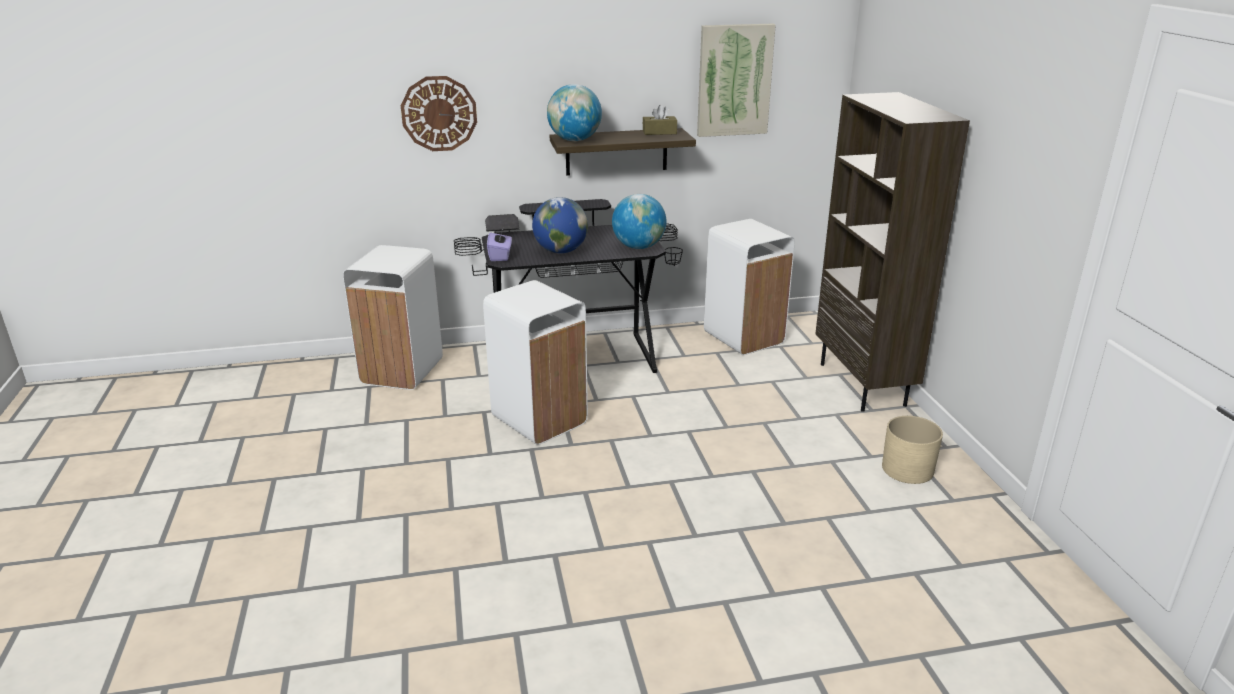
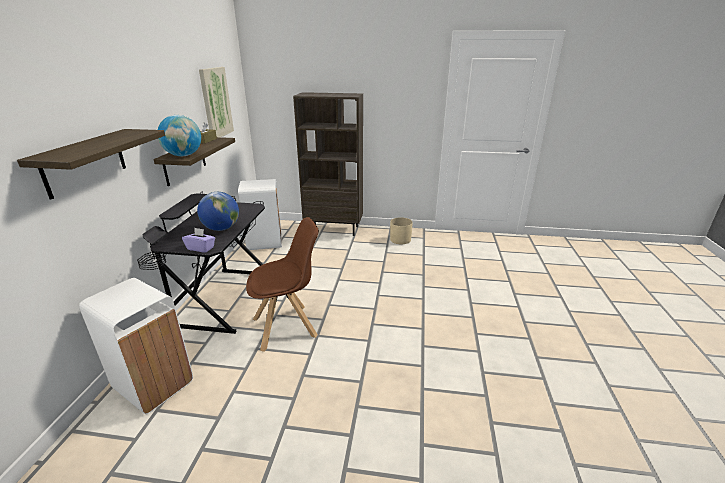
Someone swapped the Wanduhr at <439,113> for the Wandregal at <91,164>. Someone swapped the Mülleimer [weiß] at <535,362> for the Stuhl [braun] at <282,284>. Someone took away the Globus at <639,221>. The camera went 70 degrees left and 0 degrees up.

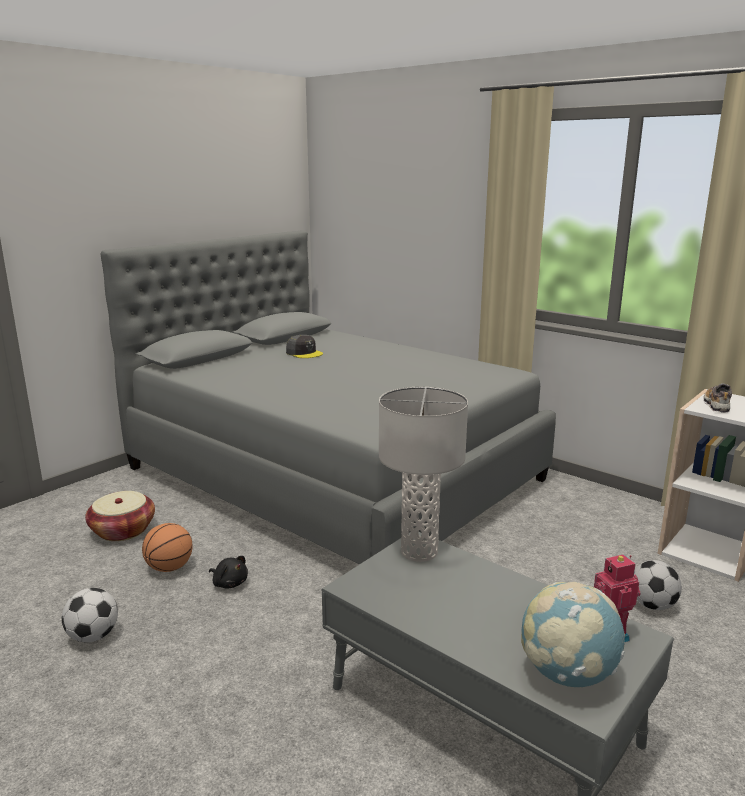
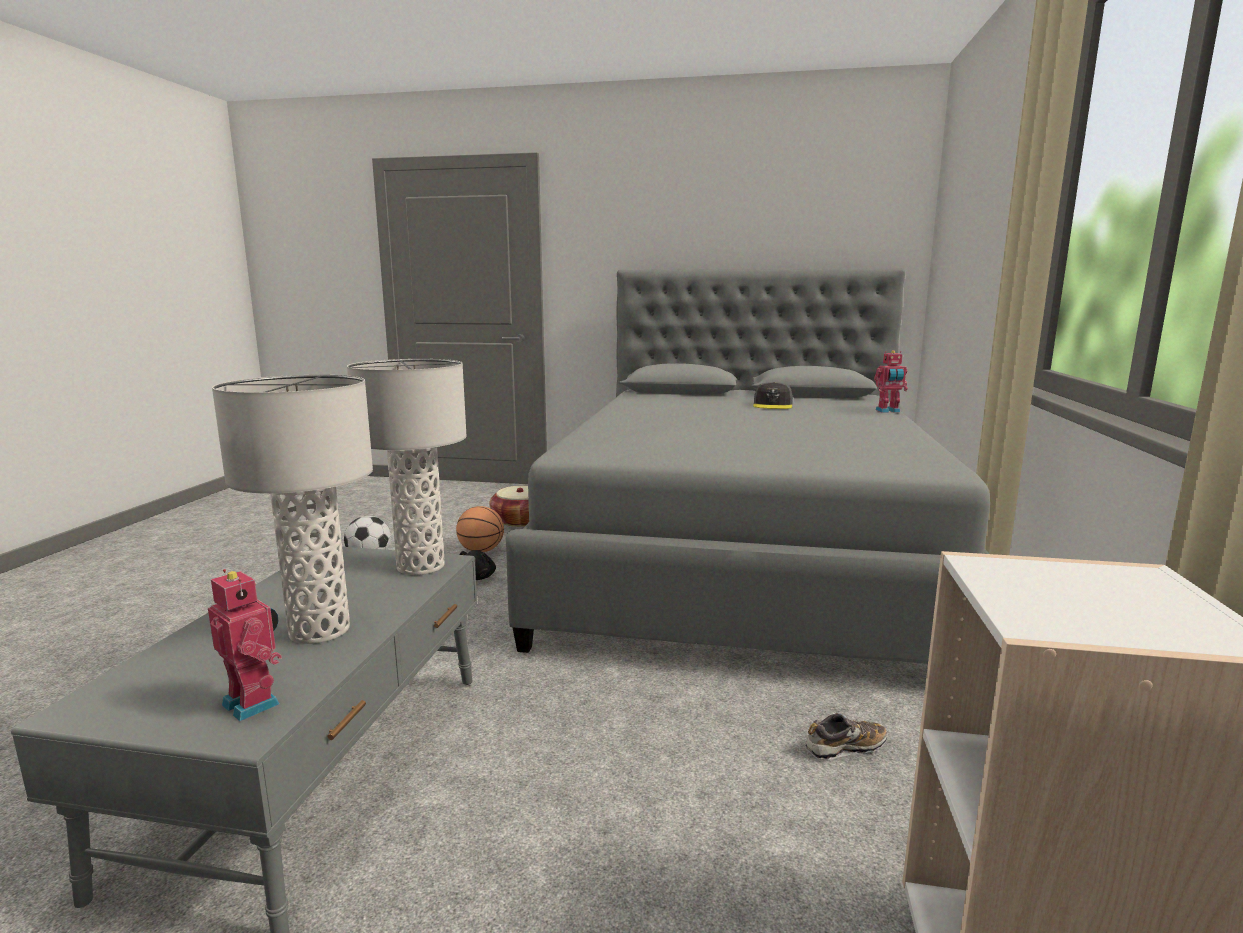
Someone put down the Tischlampe [weiß] at <292,509>. Someone carried the Schuh from <717,398> to <846,736>. Someone put down the Spielzeugroboter at <891,381>. Someone took away the Globus at <573,634>. Someone took away the Fußball at <658,585>. The camera went 60 degrees right and 5 degrees down.

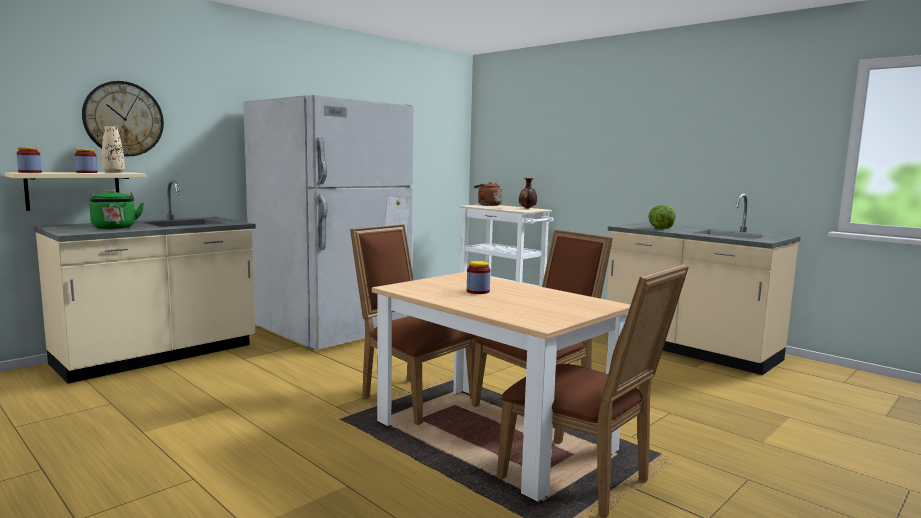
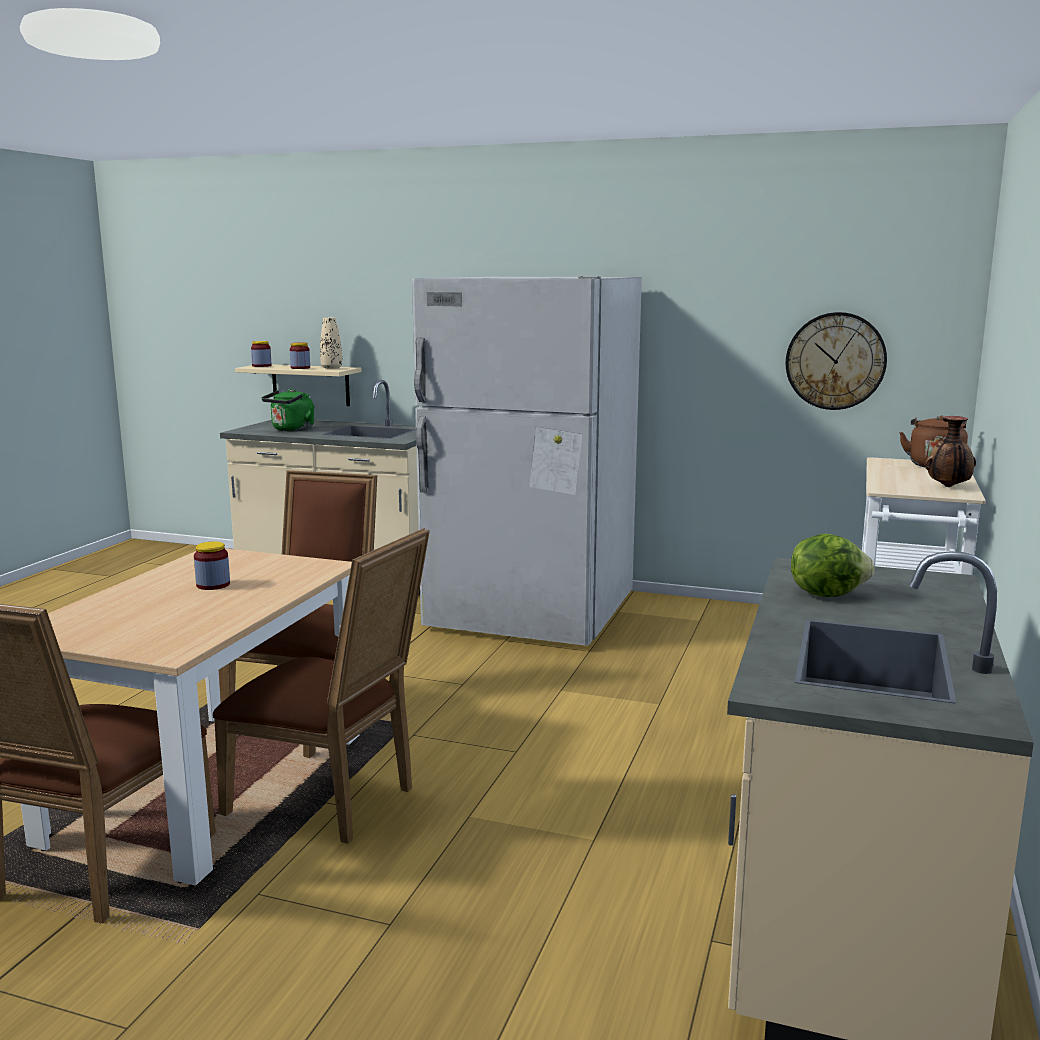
Someone carried the Wanduhr from <123,118> to <836,361>. The camera went 65 degrees right and 5 degrees up.

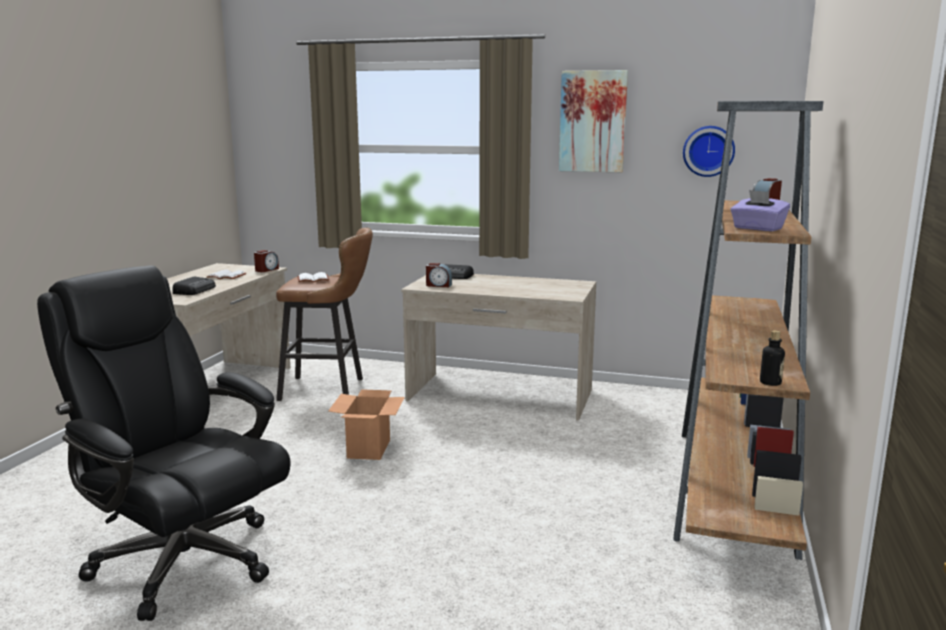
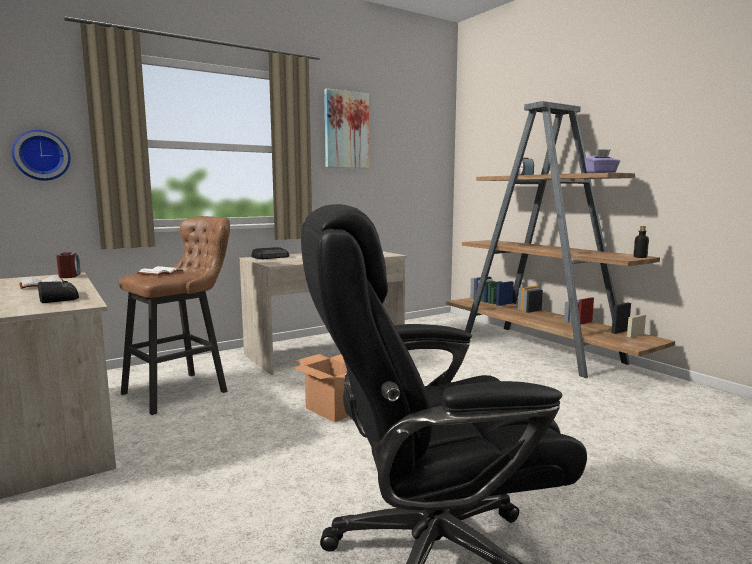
Someone carried the Wanduhr from <709,151> to <41,155>. Someone took away the Wecker at <439,275>. The camera went 50 degrees left and 5 degrees down.

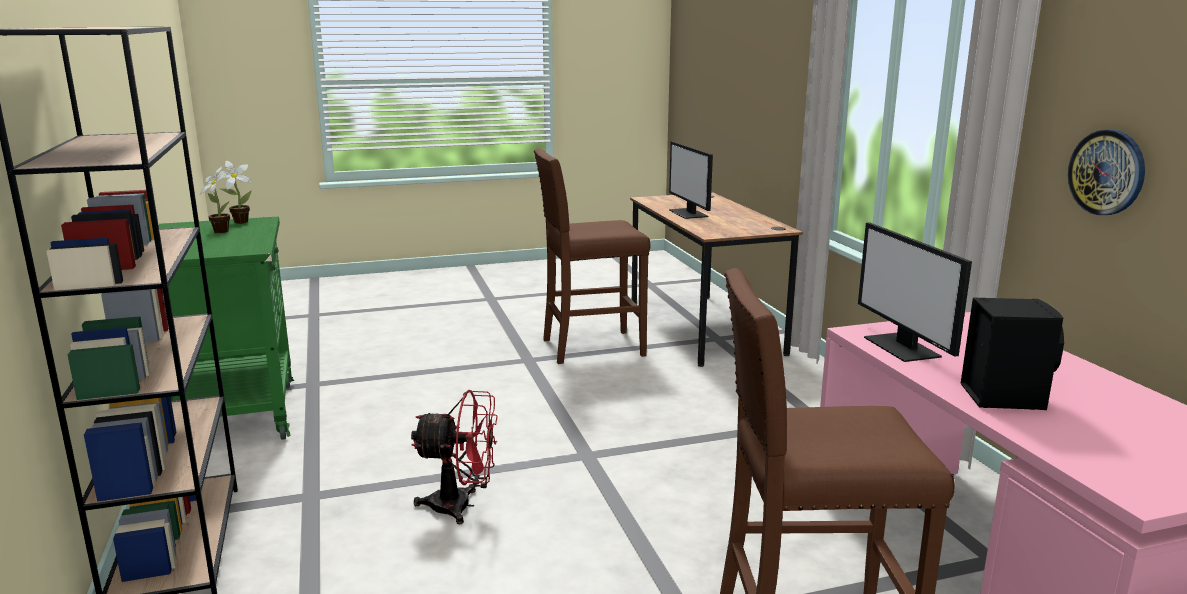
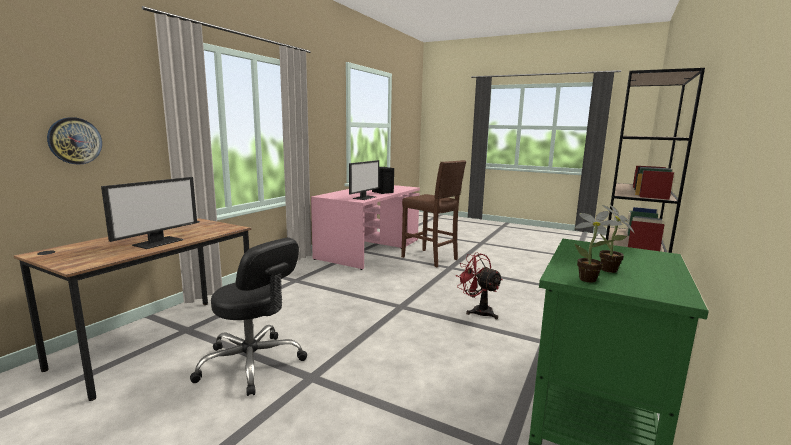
Someone carried the Wanduhr from <1106,172> to <74,141>. Someone swapped the Hocker [braun] at <592,256> for the Bürostuhl [schwarz] at <248,317>. The camera went 135 degrees left and 5 degrees down.

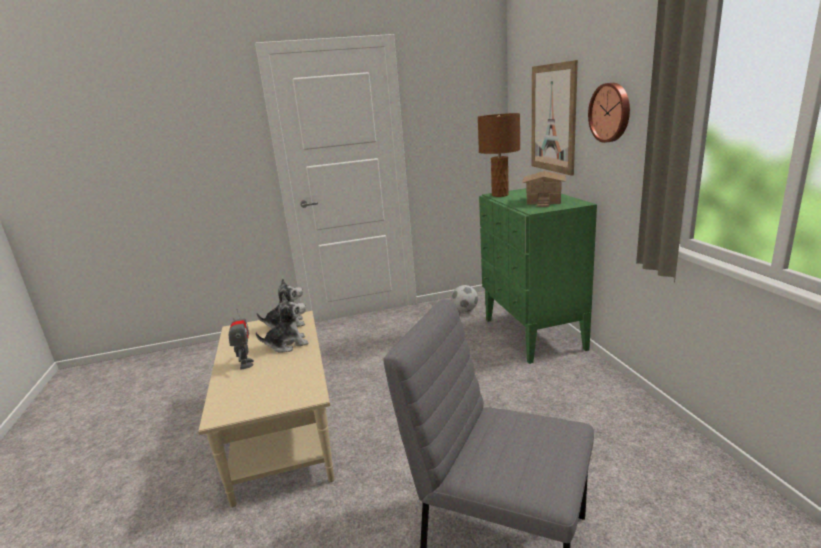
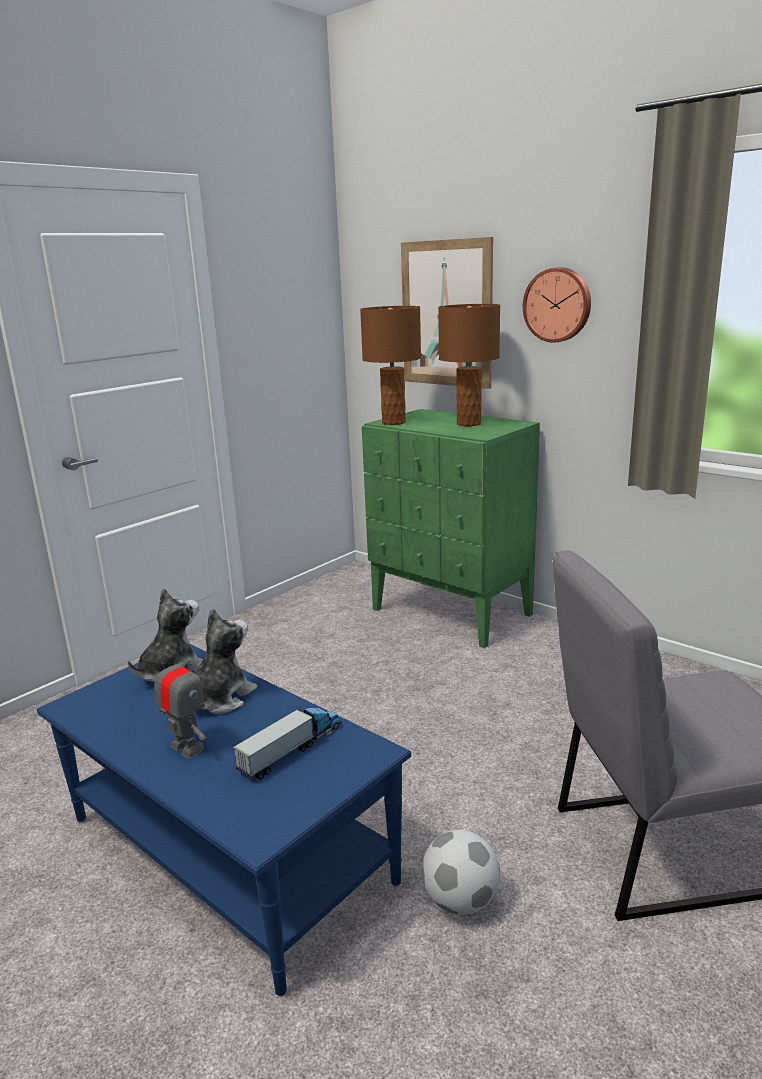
Someone repainted the Couchtisch [beige] at <266,409>, which became the Couchtisch [blau] at <224,820>. Someone put down the Spielzeuglaster at <287,743>. Someone carried the Fußball from <464,298> to <461,872>. Someone swapped the Spielzeughaus at <544,189> for the Tischlampe [braun] at <469,365>. The camera went 35 degrees left and 0 degrees up.

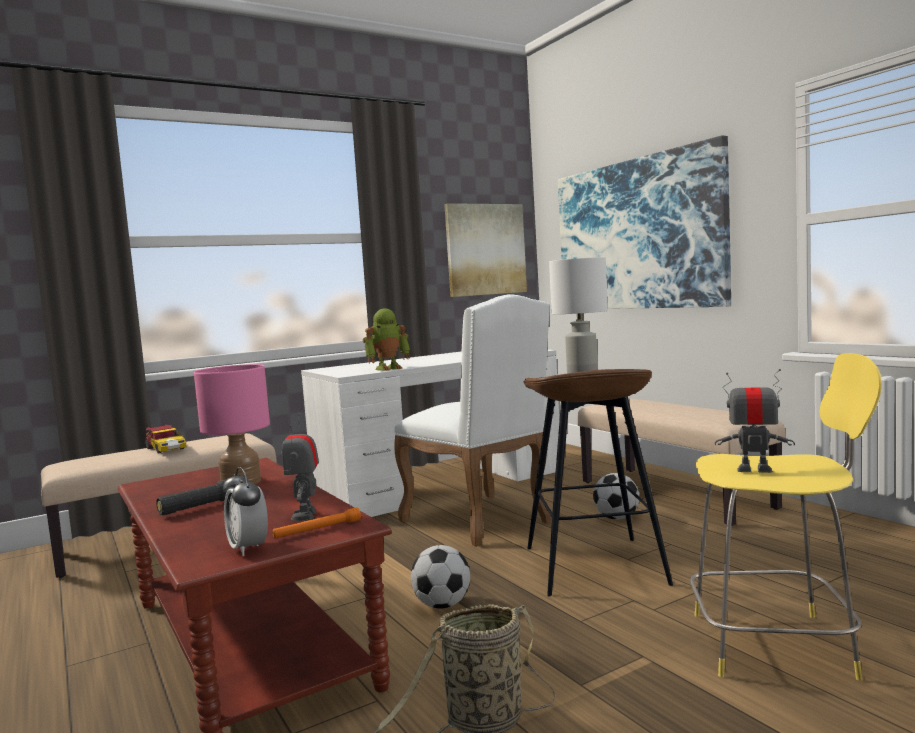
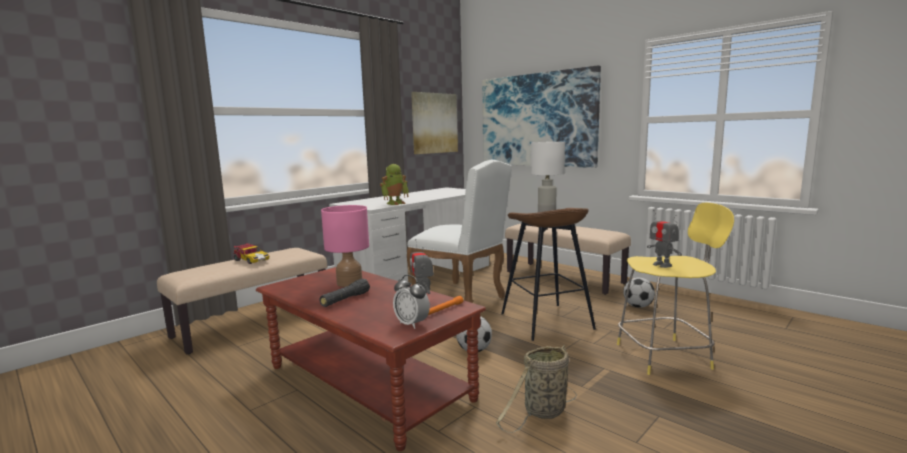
Someone carried the Fußball from <616,496> to <639,292>. Someone rotated the Spielzeugroboter at <755,421> by 120 degrees counterclockwise. The camera went 15 degrees left and 5 degrees up.

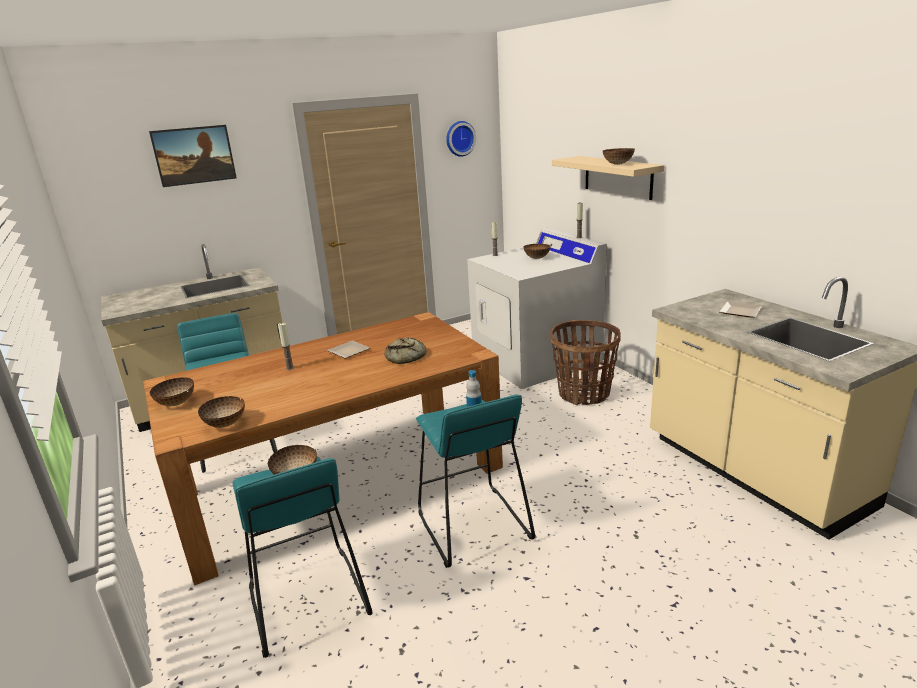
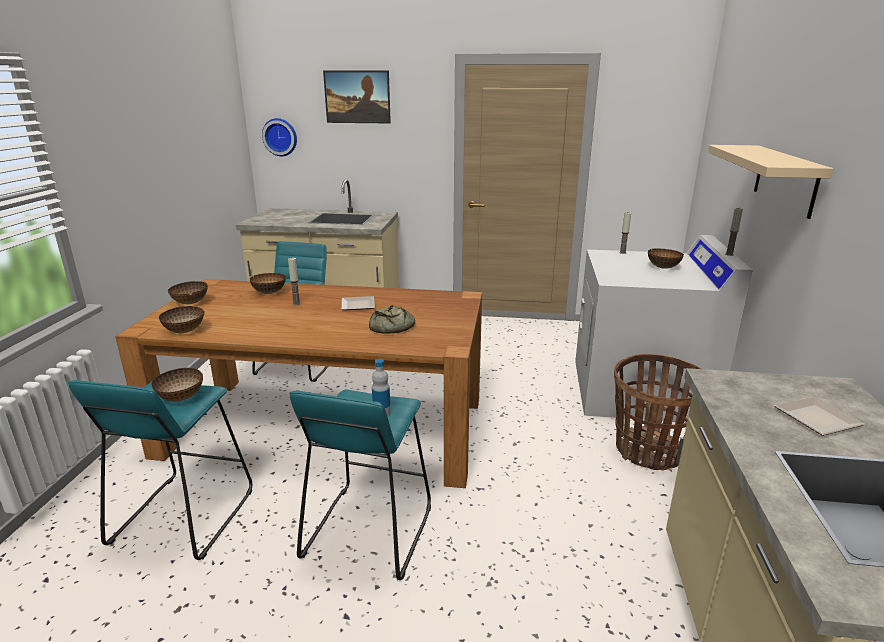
Someone carried the Schüssel from <619,156> to <268,283>. Someone carried the Wanduhr from <461,139> to <279,137>. The camera went 35 degrees right and 0 degrees up.

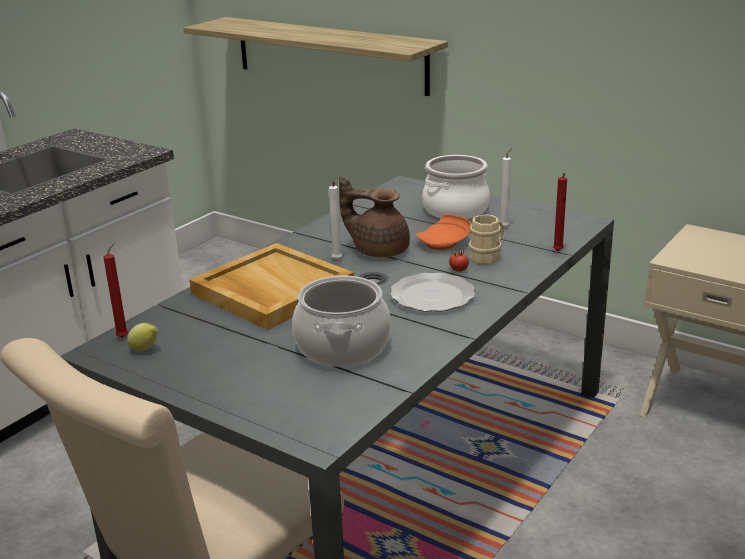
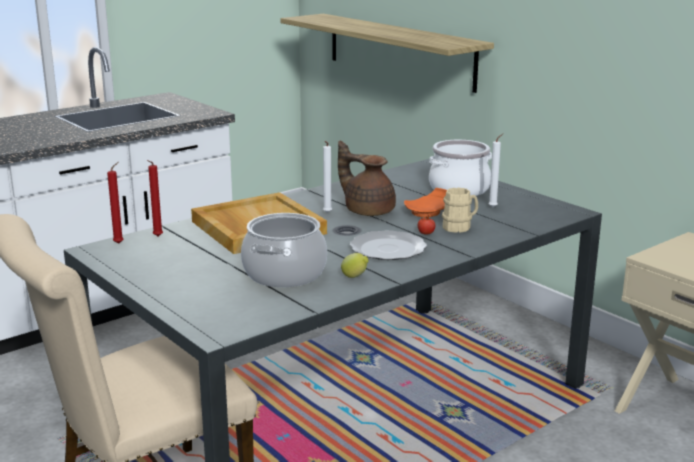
Someone carried the Kerze [rot] from <560,212> to <155,198>. Someone carried the Zitrone from <142,337> to <355,265>. The camera went 15 degrees right and 5 degrees down.

